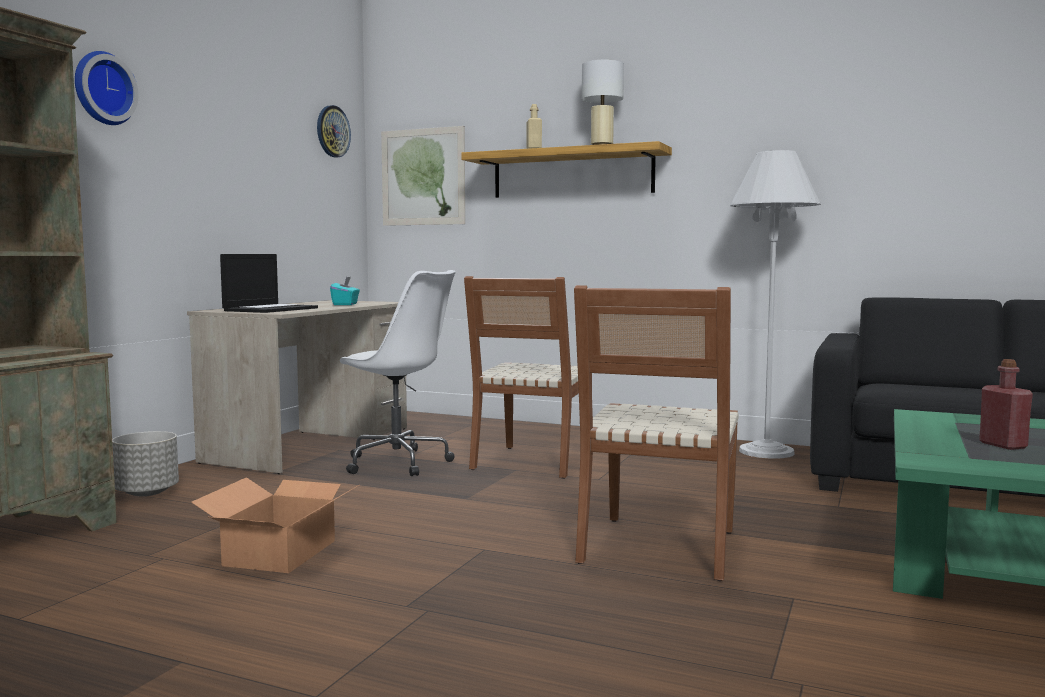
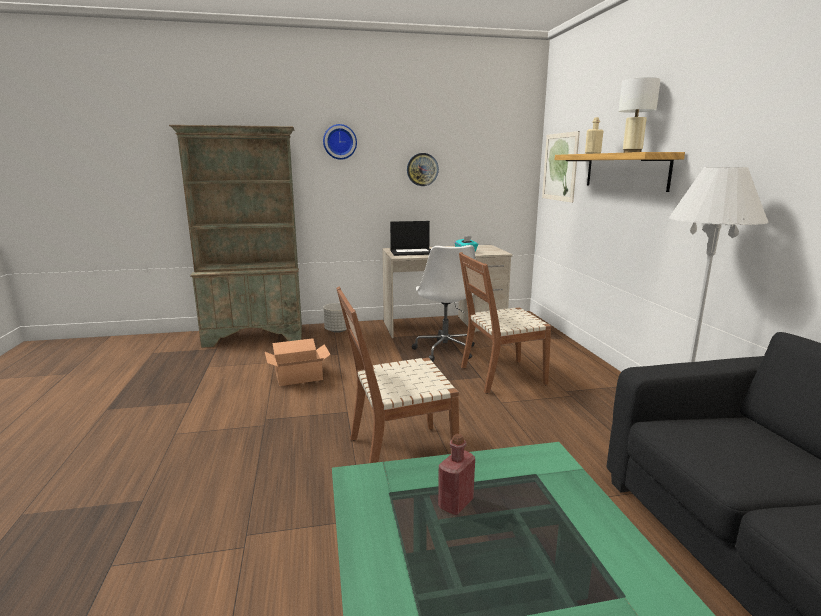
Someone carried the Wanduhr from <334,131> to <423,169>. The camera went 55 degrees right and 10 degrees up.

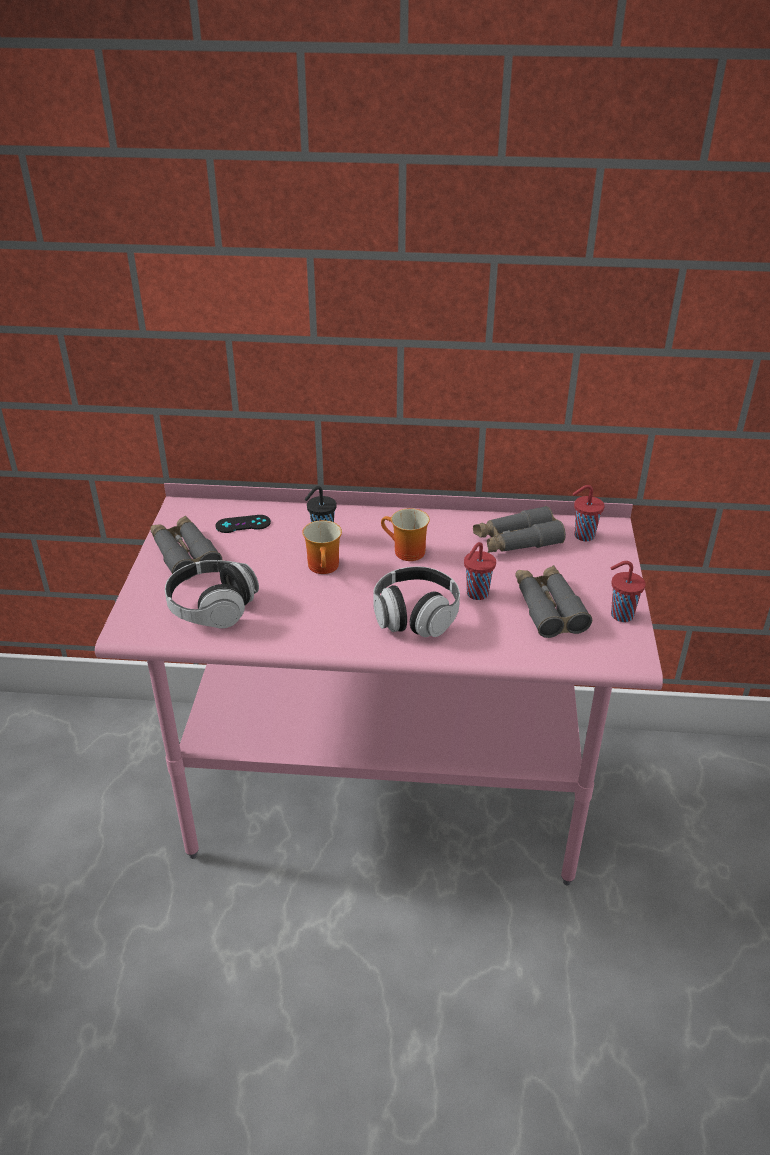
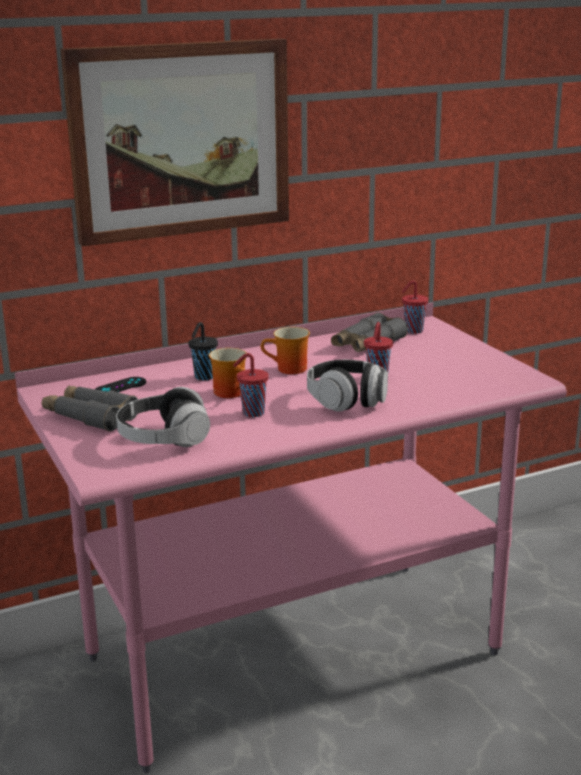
Someone put up the Bild at <175,142>. Someone carried the Tasse [rot] from <628,591> to <251,385>. Someone took away the Fernglas [grau] at <553,601>. The camera went 30 degrees left and 15 degrees down.

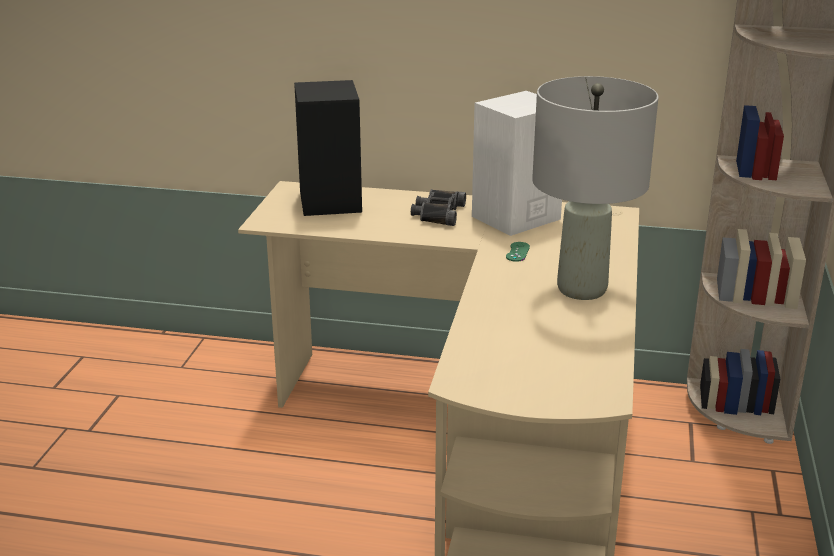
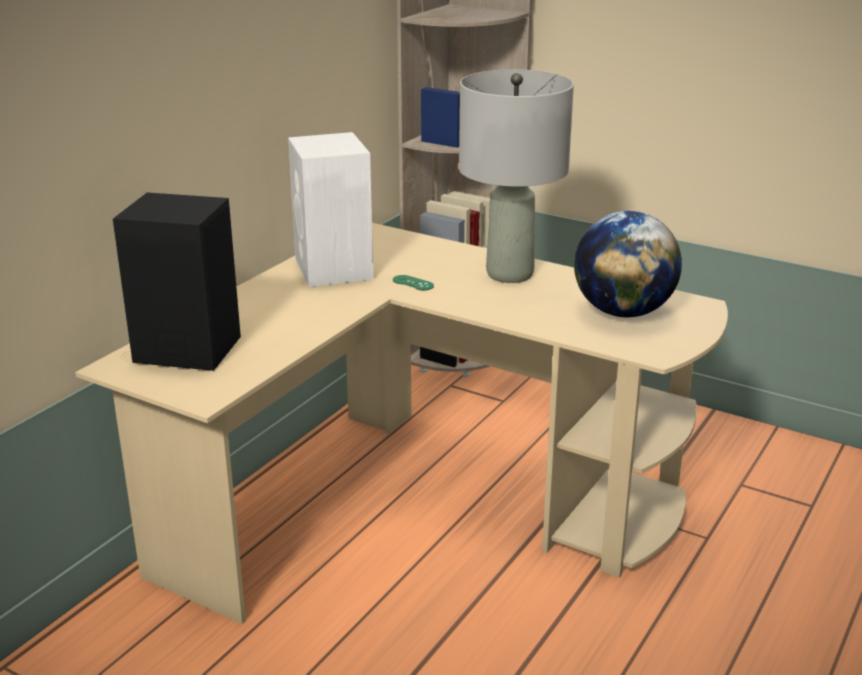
Someone put down the Globus at <628,264>. Someone took away the Fernglas [schwarz] at <438,207>. The camera went 70 degrees left and 0 degrees up.

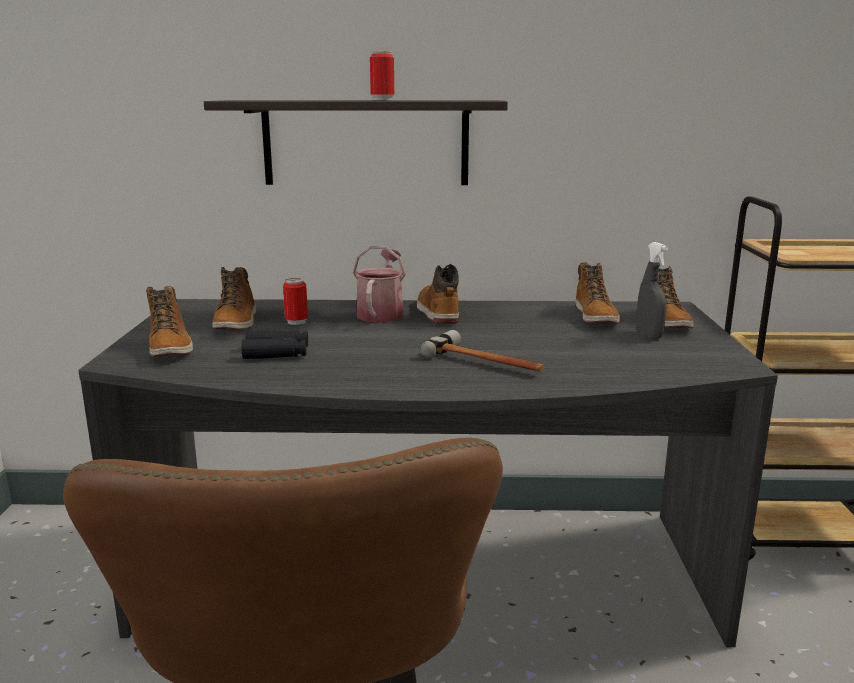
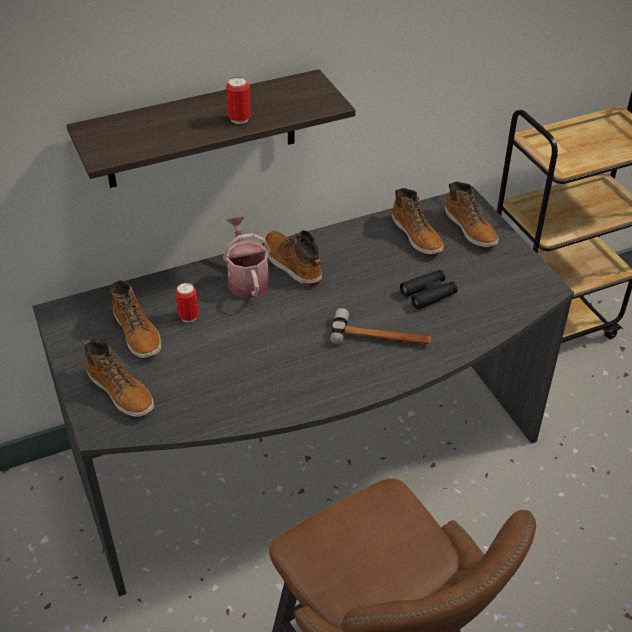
Someone carried the Fernglas [schwarz] from <275,345> to <429,290>. Someone took away the Sprühflasche [grau] at <652,290>. The camera went 25 degrees left and 25 degrees up.

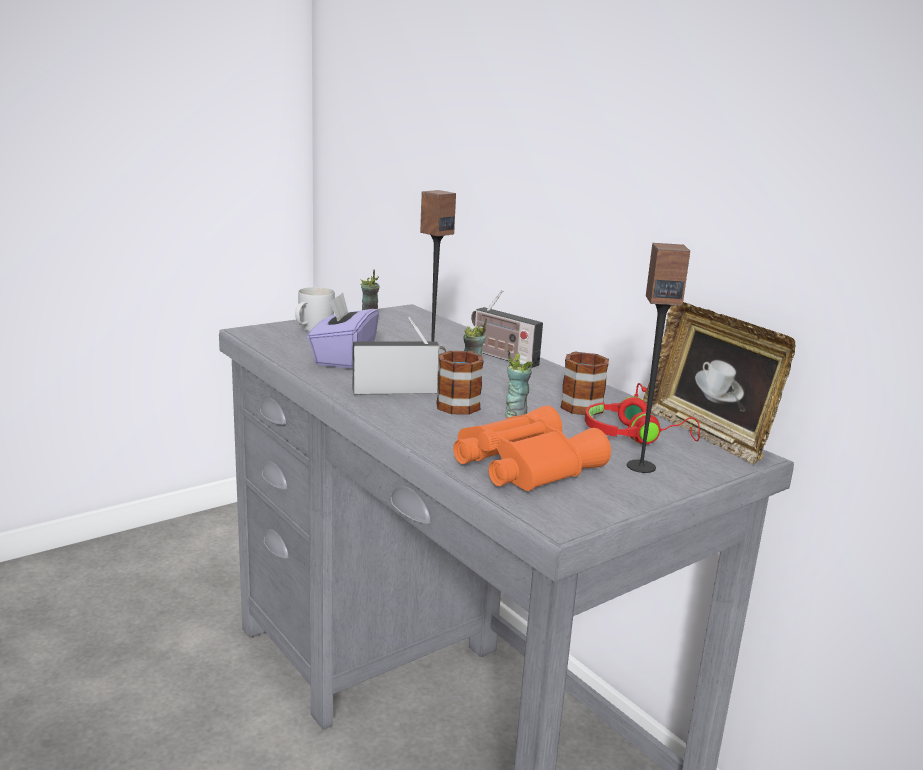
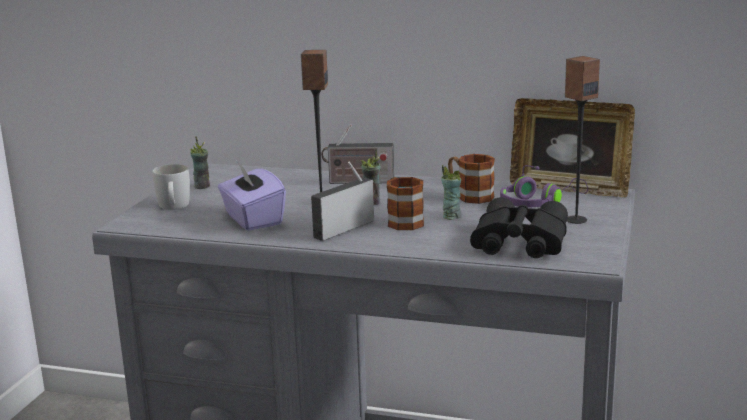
Someone repainted the Fernglas [orange] at <532,448>, which became the Fernglas [schwarz] at <519,227>. Someone repainted the Kopfhörer [rot] at <642,413>, which became the Kopfhörer [lila] at <544,186>. The camera went 35 degrees left and 0 degrees up.

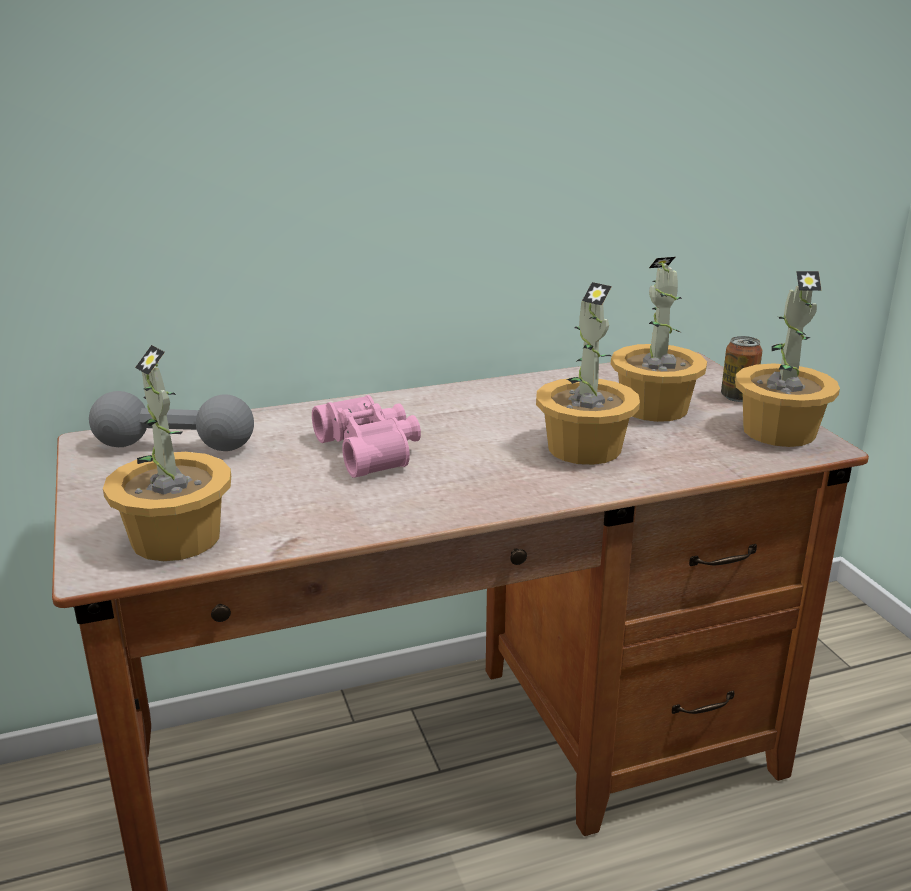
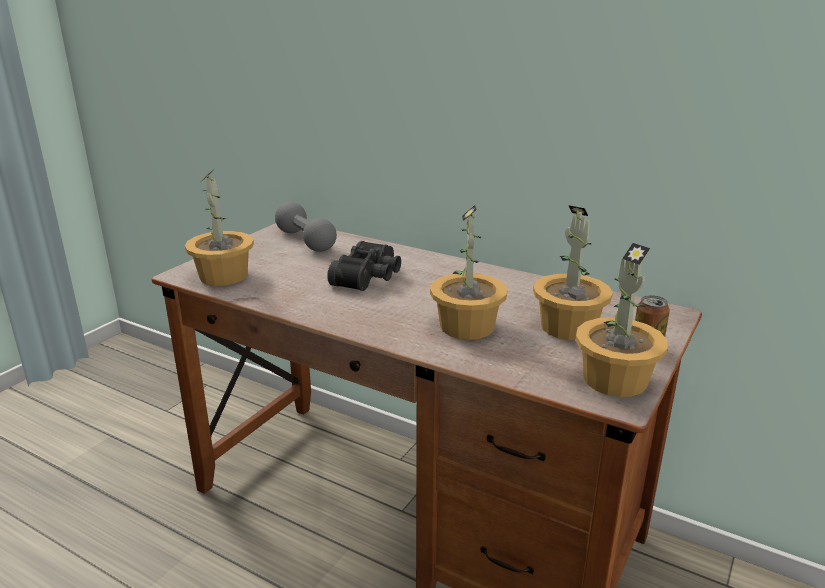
Someone repainted the Fernglas [rosa] at <366,436>, which became the Fernglas [schwarz] at <364,266>. The camera went 50 degrees right and 0 degrees up.

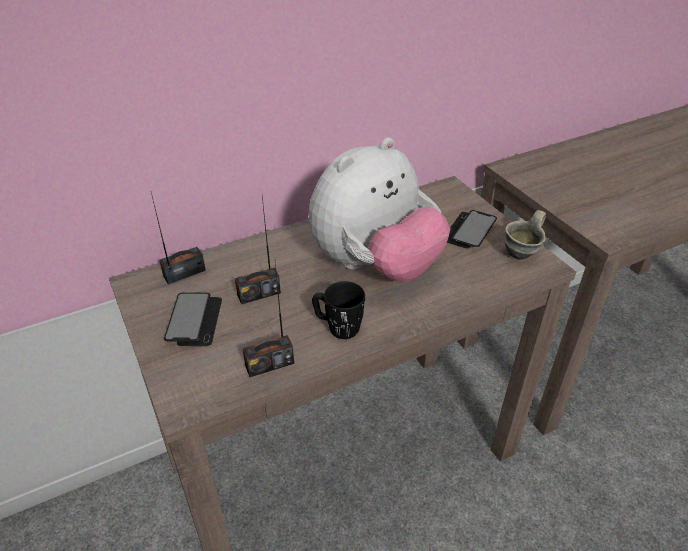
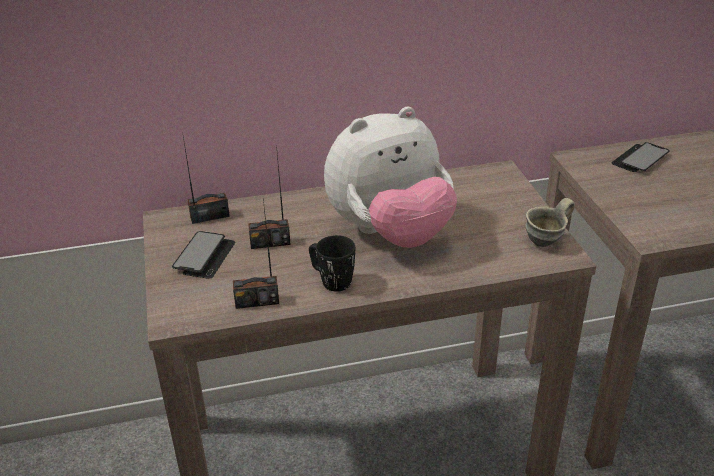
Someone carried the Handy from <472,229> to <640,157>. The camera went 15 degrees right and 5 degrees down.

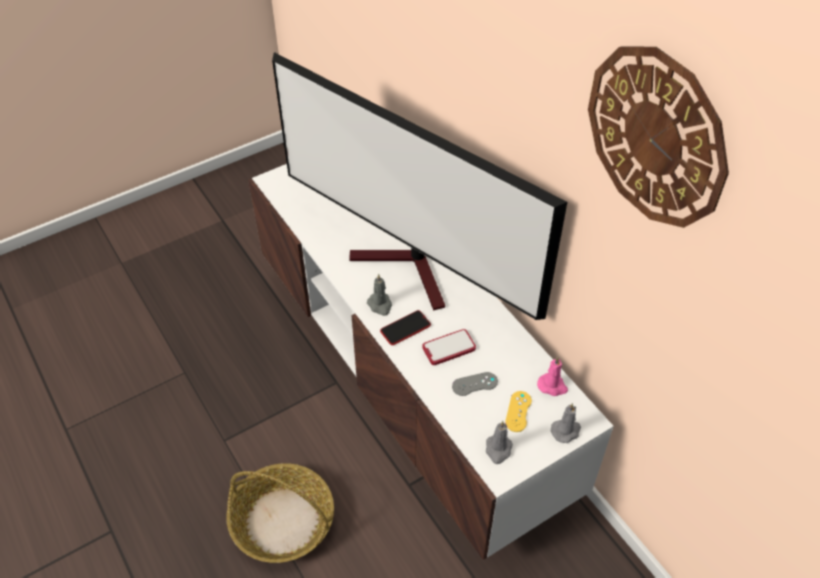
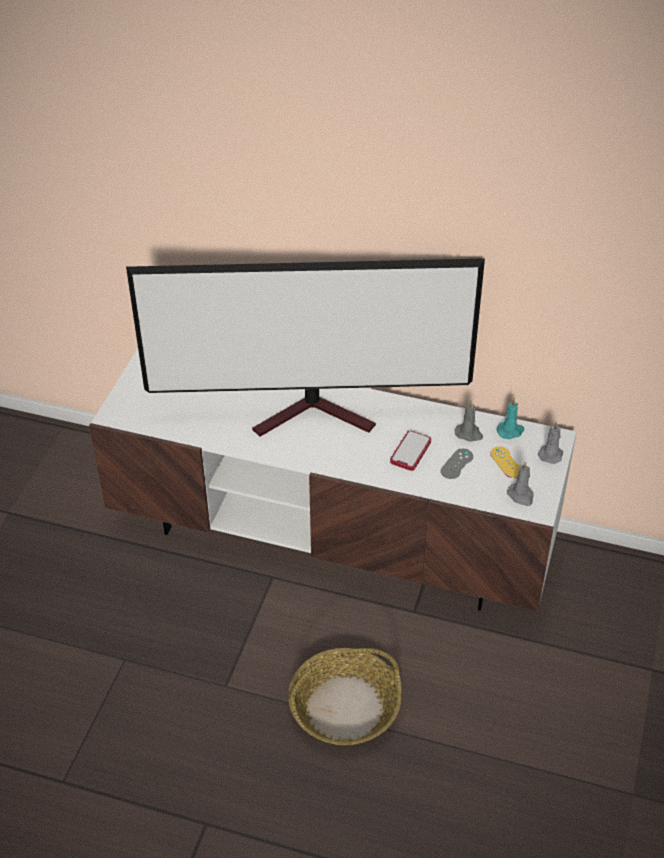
Someone carried the Kerze [grau] from <379,295> to <469,420>. Someone repainted the Kerze [rosa] at <552,376>, which became the Kerze [türkis] at <510,418>. Someone took away the Handy at <405,327>. Someone took away the Wanduhr at <658,137>. The camera went 40 degrees left and 5 degrees down.

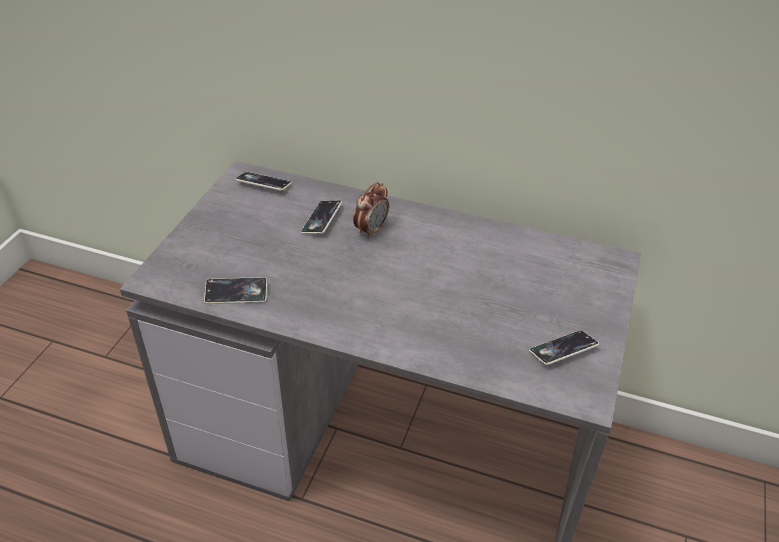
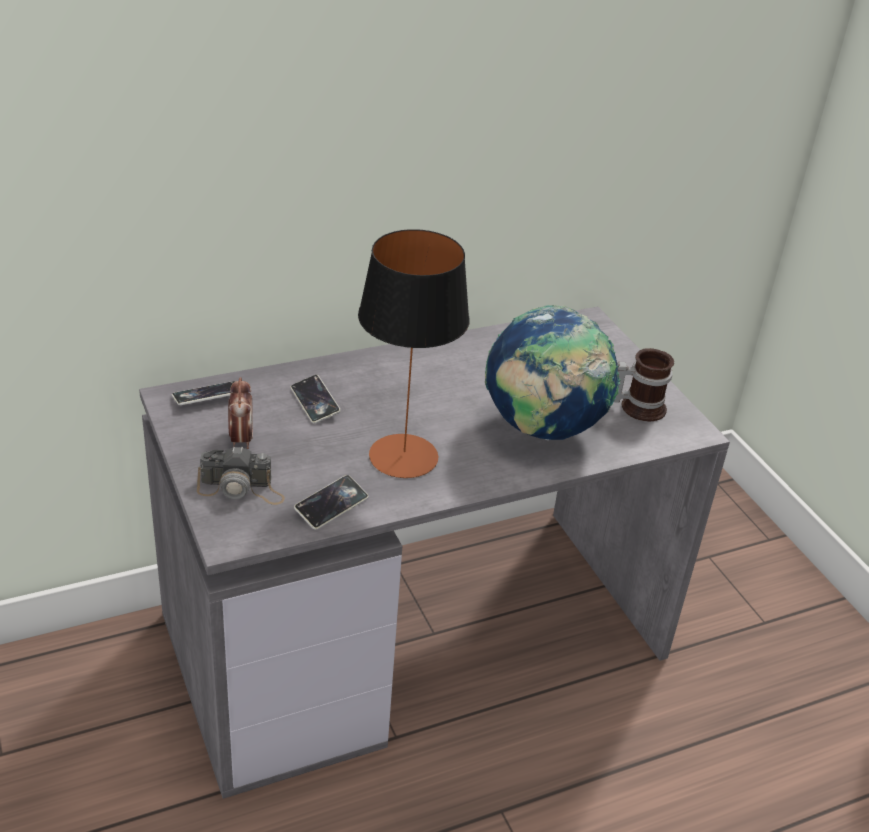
Someone put down the Kamera at <241,475>. Someone carried the Wecker from <371,210> to <240,413>. Someone put down the Tischlampe at <414,353>. Someone put down the Globus at <553,372>. Someone swapped the Handy at <564,347> for the Henkelbecher at <644,384>. The camera went 45 degrees left and 5 degrees down.

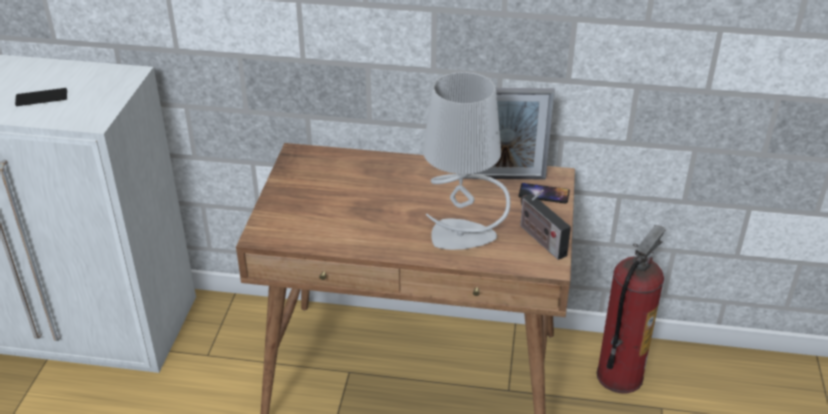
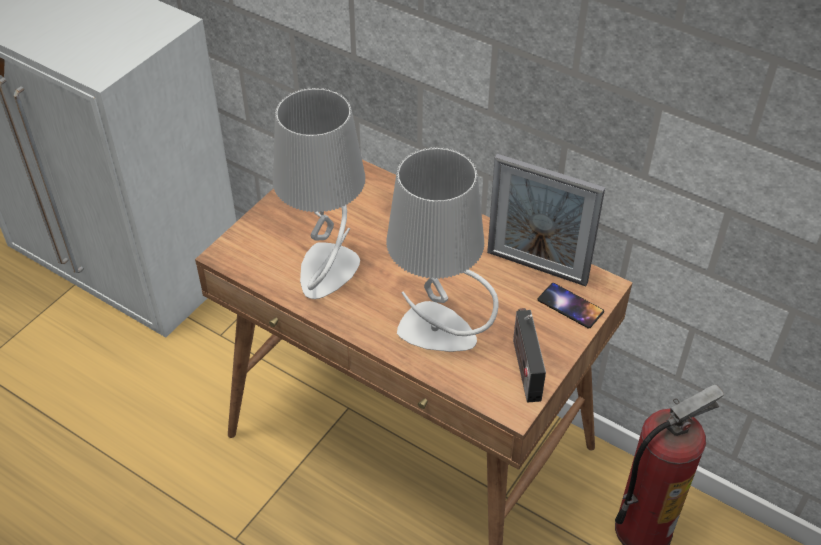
Someone put down the Tischlampe [grau] at <319,193>. Someone took away the Handy at <41,97>. The camera went 25 degrees right and 10 degrees up.

